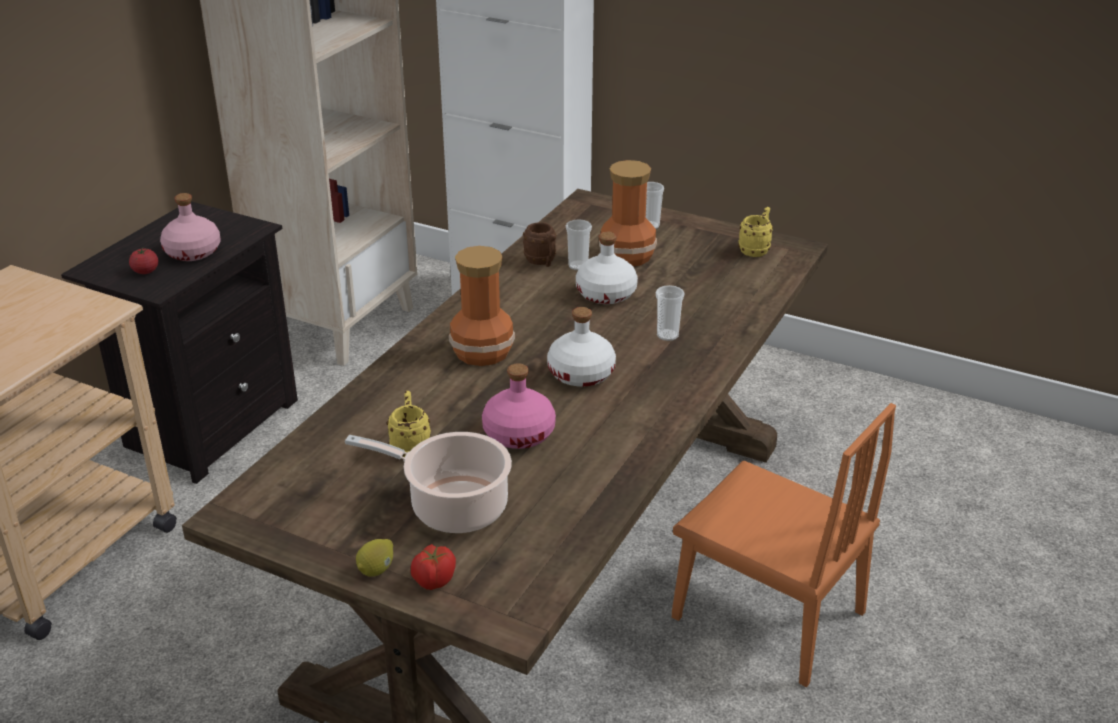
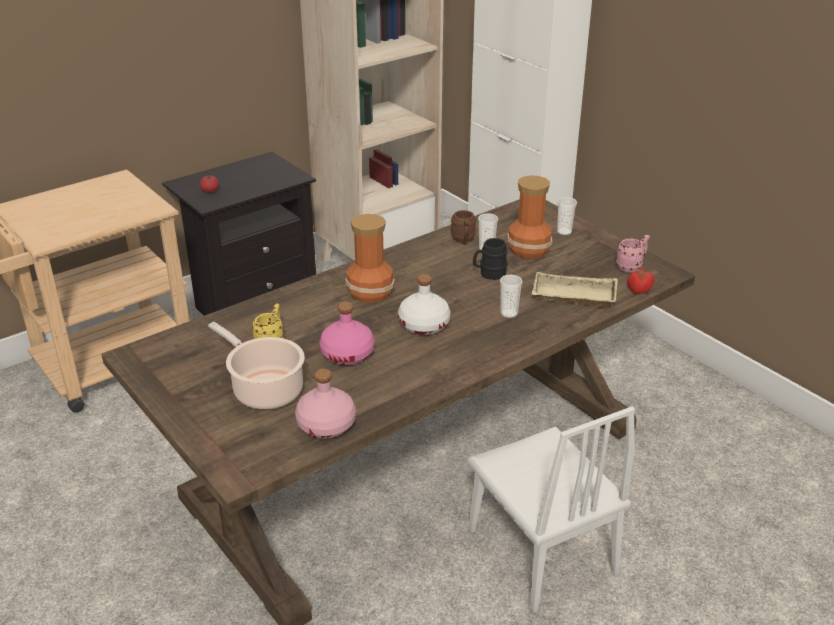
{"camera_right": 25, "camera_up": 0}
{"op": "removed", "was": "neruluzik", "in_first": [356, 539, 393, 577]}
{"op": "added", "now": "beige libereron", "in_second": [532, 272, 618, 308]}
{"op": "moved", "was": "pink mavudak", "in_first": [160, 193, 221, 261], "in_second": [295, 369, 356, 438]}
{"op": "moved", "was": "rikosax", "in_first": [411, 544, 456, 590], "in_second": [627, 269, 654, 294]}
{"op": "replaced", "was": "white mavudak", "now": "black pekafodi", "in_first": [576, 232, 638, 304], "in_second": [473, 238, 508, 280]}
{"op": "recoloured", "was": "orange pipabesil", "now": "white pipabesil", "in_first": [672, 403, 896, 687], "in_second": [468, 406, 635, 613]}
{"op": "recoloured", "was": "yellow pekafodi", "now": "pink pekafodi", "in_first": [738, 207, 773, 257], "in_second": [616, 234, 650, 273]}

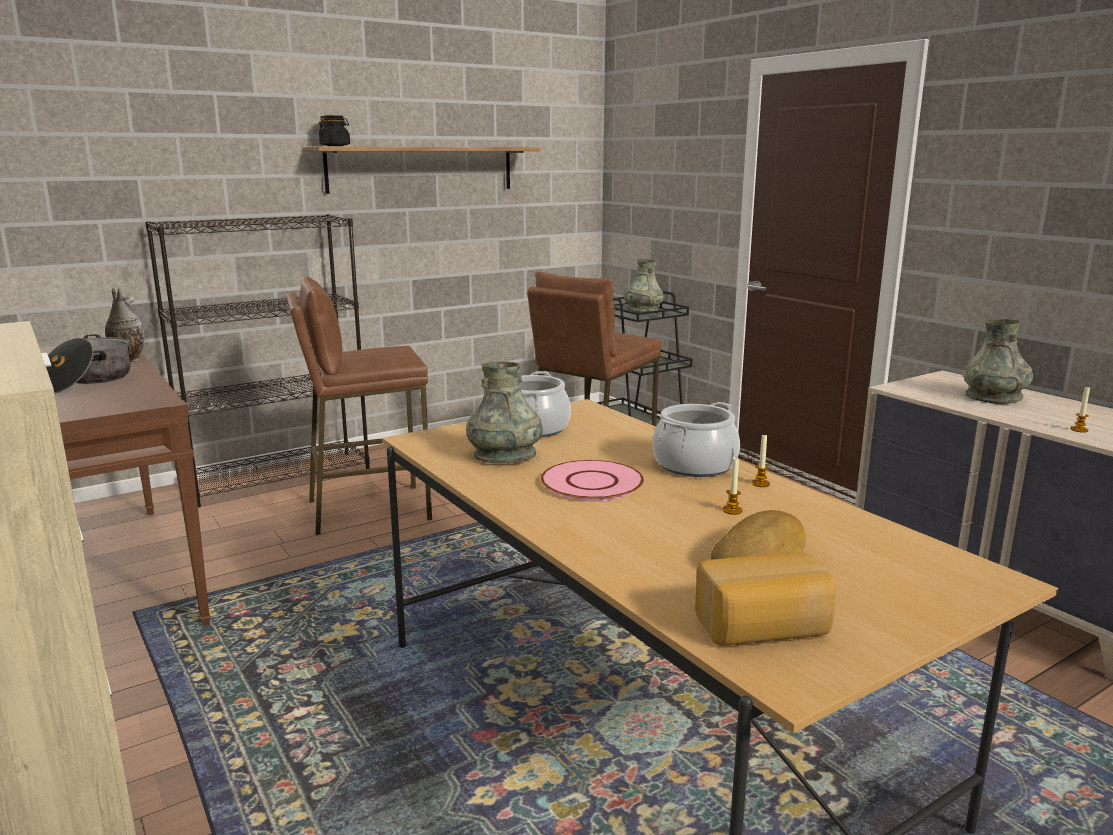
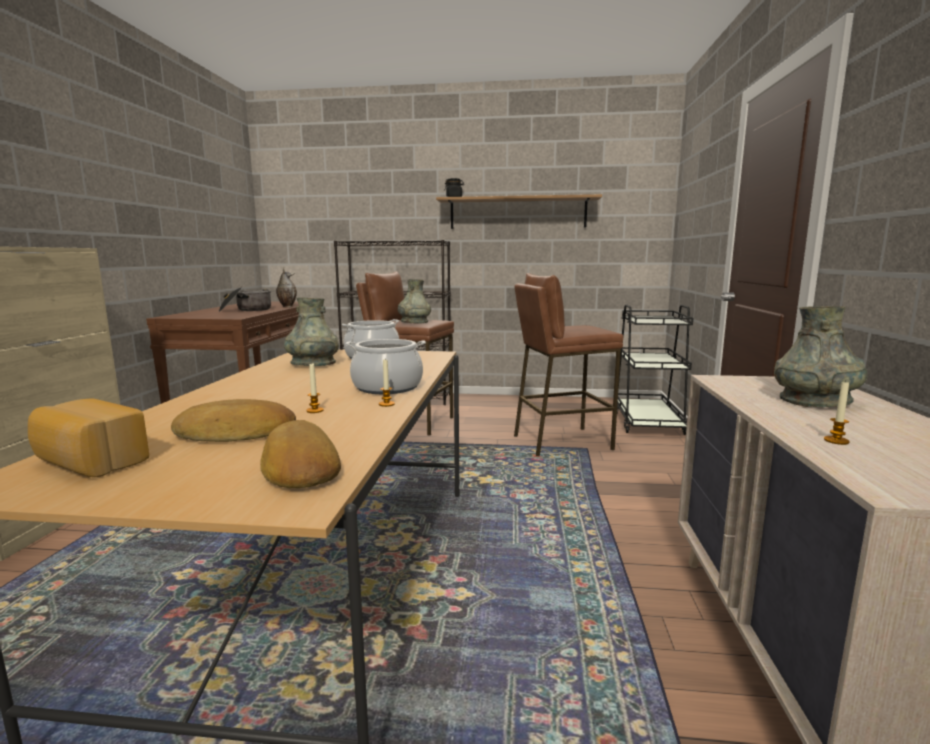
{"camera_right": 40, "camera_up": -5}
{"op": "removed", "was": "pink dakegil", "in_first": [541, 460, 644, 501]}
{"op": "added", "now": "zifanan", "in_second": [260, 420, 341, 488]}
{"op": "moved", "was": "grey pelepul", "in_first": [623, 259, 664, 313], "in_second": [398, 279, 431, 323]}

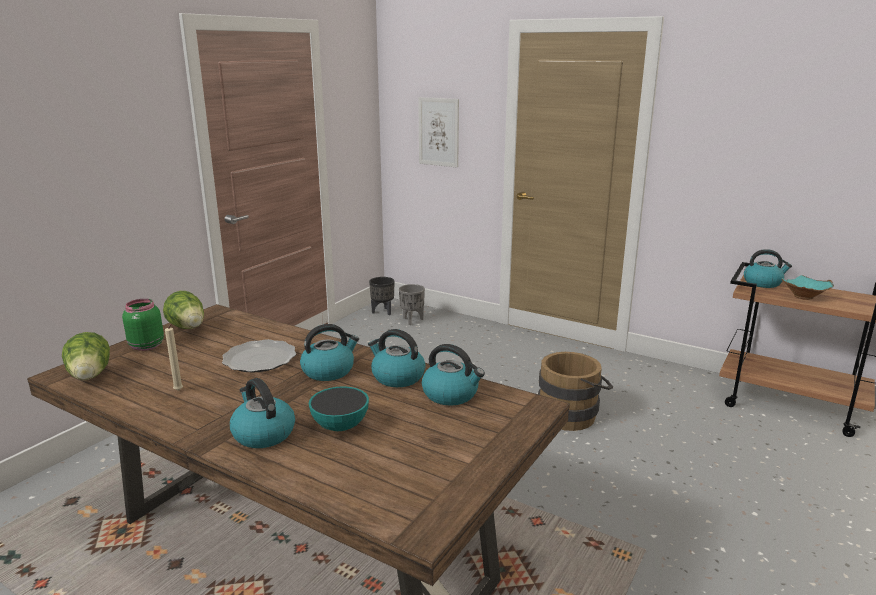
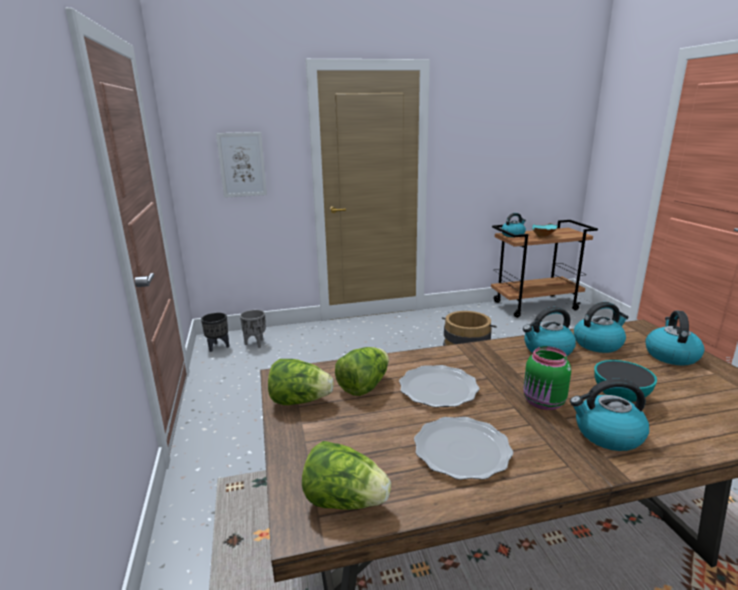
{"camera_right": -45, "camera_up": 0}
{"op": "added", "now": "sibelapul", "in_second": [335, 347, 389, 396]}
{"op": "moved", "was": "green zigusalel", "in_first": [122, 299, 164, 351], "in_second": [523, 346, 571, 410]}
{"op": "moved", "was": "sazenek", "in_first": [300, 324, 359, 381], "in_second": [645, 311, 705, 366]}
{"op": "replaced", "was": "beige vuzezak", "now": "dakegil", "in_first": [165, 324, 183, 391], "in_second": [414, 417, 513, 480]}

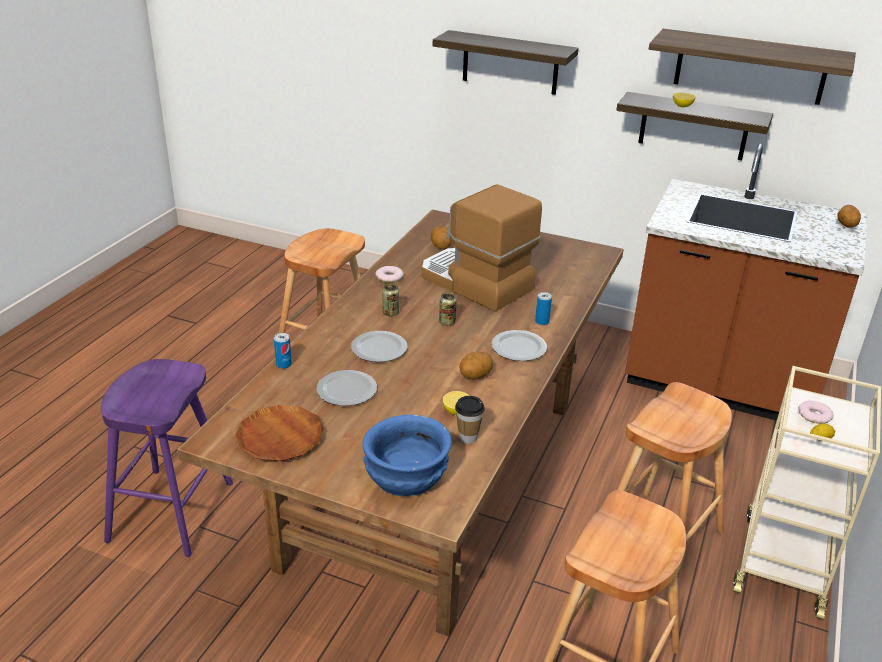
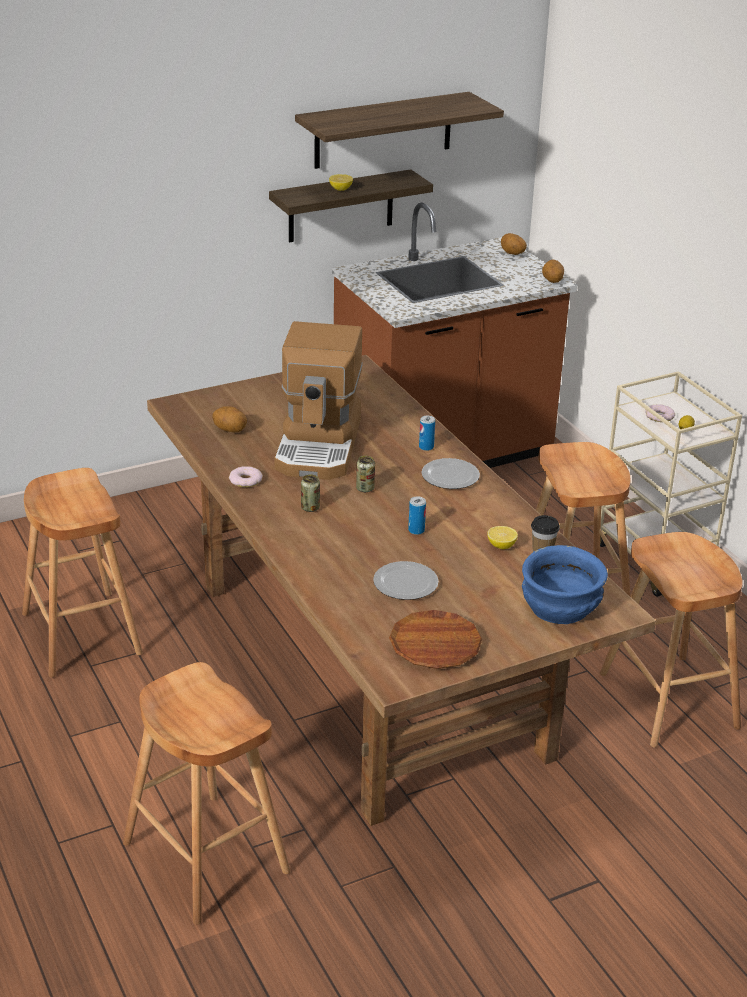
{"camera_right": -50, "camera_up": 0}
{"op": "removed", "was": "dakegil", "in_first": [351, 331, 407, 362]}
{"op": "removed", "was": "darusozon", "in_first": [433, 30, 579, 95]}
{"op": "moved", "was": "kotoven", "in_first": [274, 333, 292, 369], "in_second": [408, 496, 426, 535]}
{"op": "moved", "was": "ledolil", "in_first": [460, 352, 493, 380], "in_second": [542, 260, 564, 283]}
{"op": "recoloured", "was": "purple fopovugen", "now": "brown fopovugen", "in_first": [101, 359, 233, 557], "in_second": [123, 662, 290, 925]}
{"op": "turned", "was": "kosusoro", "in_first": [421, 184, 542, 312], "in_second": [274, 321, 363, 480], "clockwise": -75}

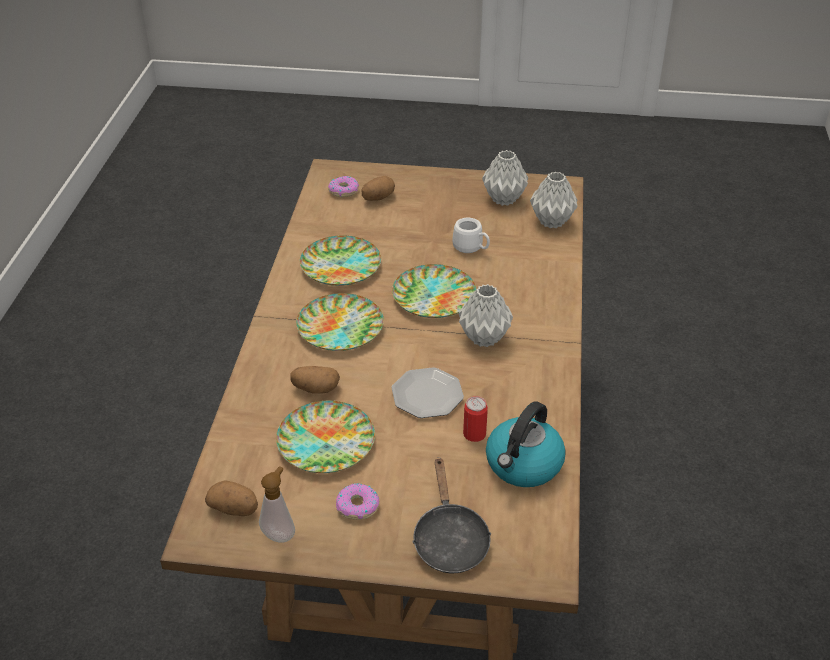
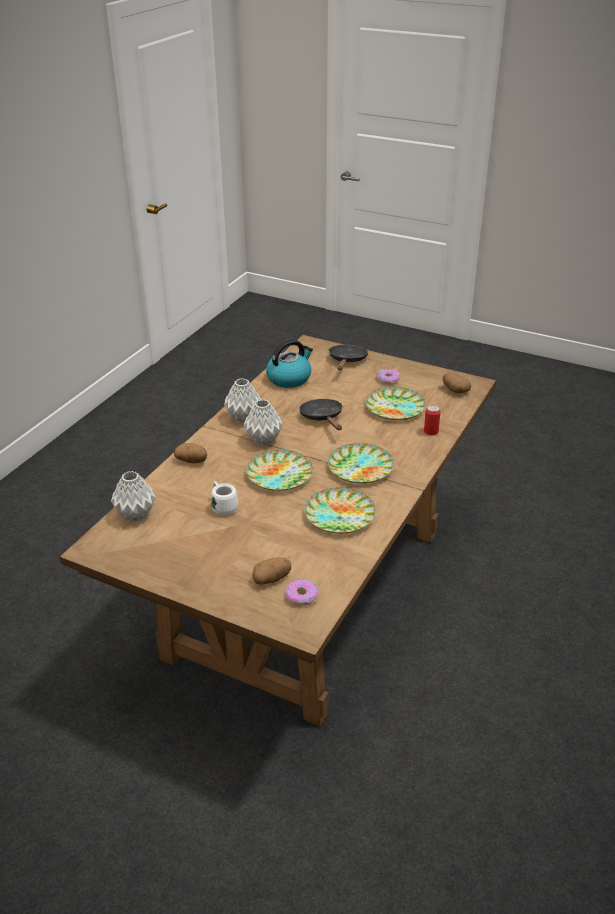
{"camera_right": -160, "camera_up": -5}
{"op": "removed", "was": "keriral", "in_first": [259, 466, 295, 543]}
{"op": "moved", "was": "ledolil", "in_first": [290, 366, 340, 393], "in_second": [174, 443, 207, 463]}
{"op": "moved", "was": "kotoven", "in_first": [463, 396, 488, 442], "in_second": [424, 405, 440, 435]}
{"op": "moved", "was": "grey pelepul", "in_first": [482, 150, 528, 206], "in_second": [224, 378, 261, 423]}
{"op": "replaced", "was": "dakegil", "now": "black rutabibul", "in_first": [391, 367, 464, 418], "in_second": [299, 399, 342, 430]}

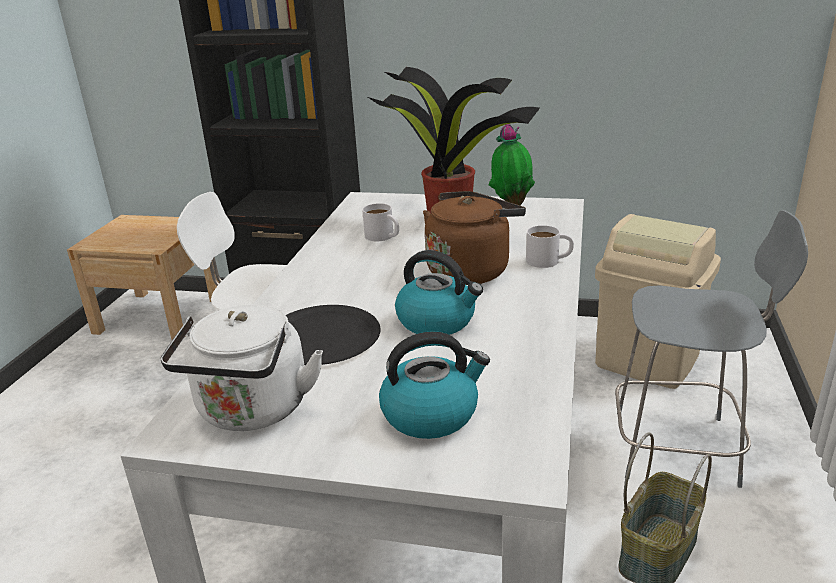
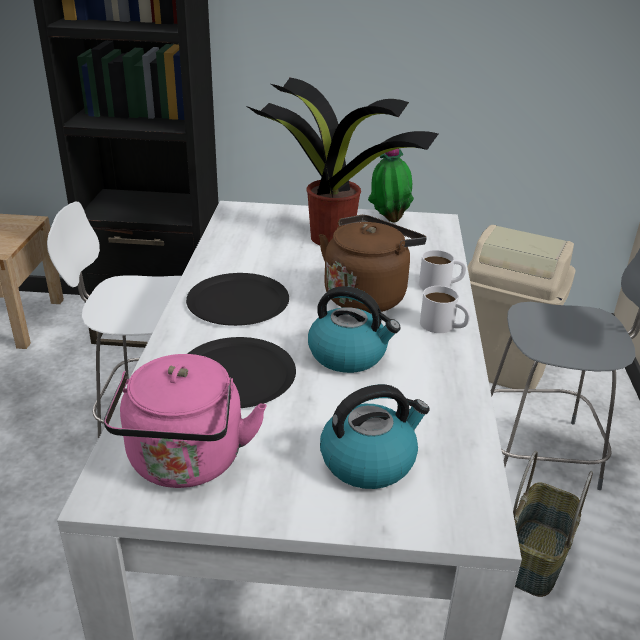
{"camera_right": -10, "camera_up": 5}
{"op": "added", "now": "black dakegil", "in_second": [186, 273, 289, 326]}
{"op": "moved", "was": "white pekafodi", "in_first": [362, 203, 399, 241], "in_second": [420, 286, 470, 333]}
{"op": "recoloured", "was": "white sazenek", "now": "pink sazenek", "in_first": [161, 305, 323, 431], "in_second": [104, 354, 267, 488]}

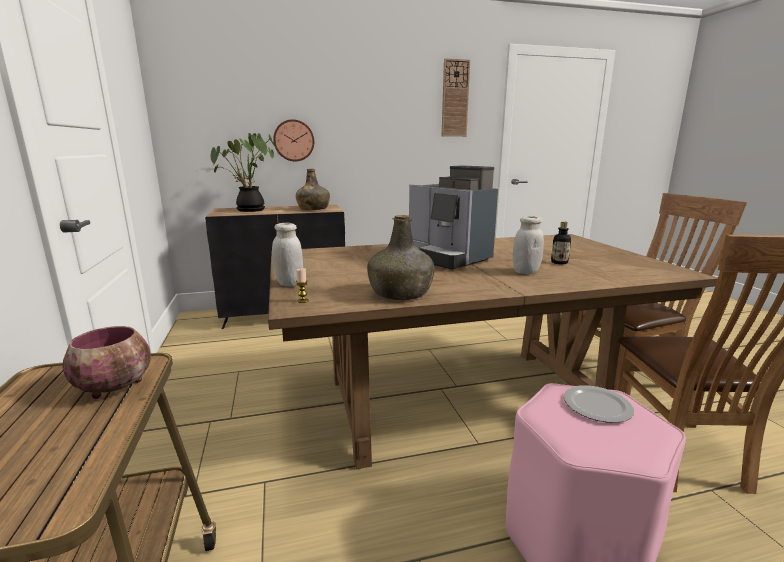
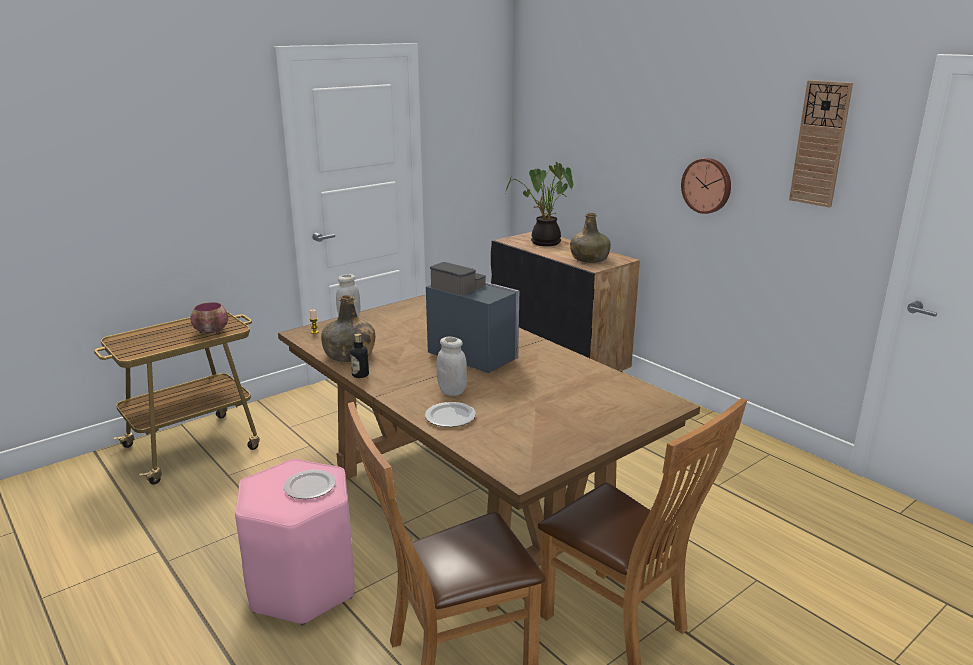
{"camera_right": 65, "camera_up": 5}
{"op": "added", "now": "dakegil", "in_second": [425, 402, 476, 427]}
{"op": "moved", "was": "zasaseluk", "in_first": [273, 119, 314, 161], "in_second": [681, 158, 731, 214]}
{"op": "moved", "was": "mavudak", "in_first": [551, 221, 571, 264], "in_second": [350, 333, 369, 378]}
{"op": "turned", "was": "kosusoro", "in_first": [409, 165, 498, 270], "in_second": [426, 262, 519, 373], "clockwise": 105}

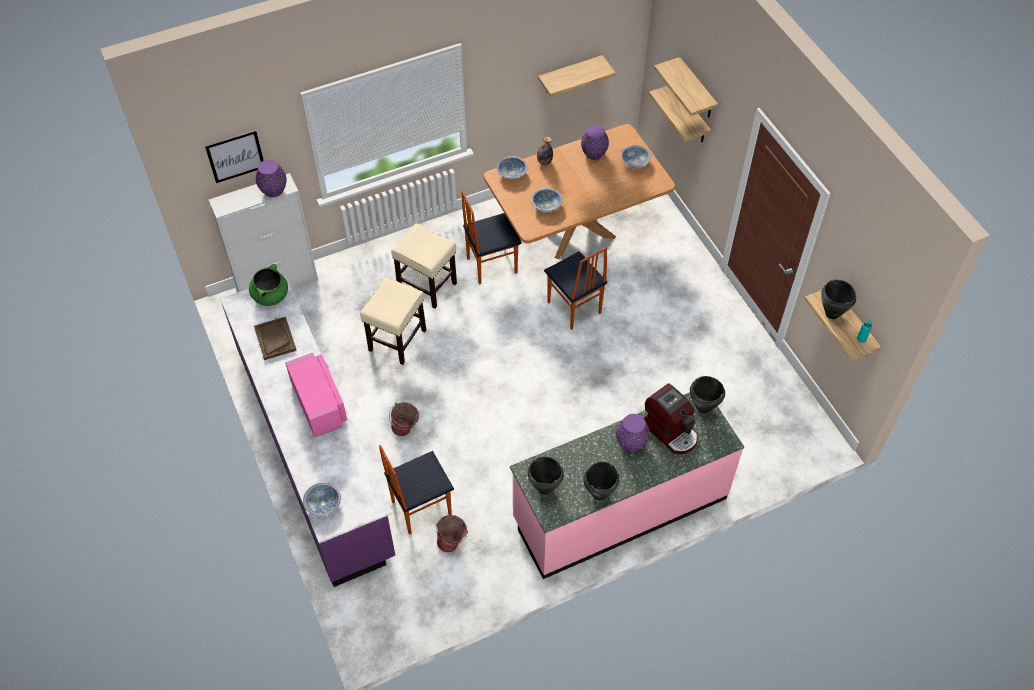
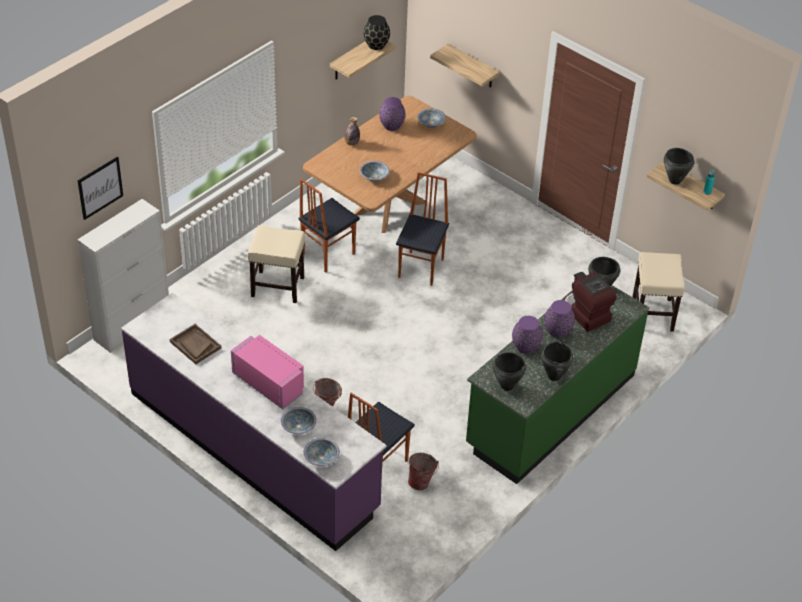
{"camera_right": -25, "camera_up": -10}
{"op": "removed", "was": "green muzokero", "in_first": [249, 264, 288, 306]}
{"op": "removed", "was": "darusozon", "in_first": [654, 57, 718, 117]}
{"op": "added", "now": "black pelepul", "in_second": [364, 15, 390, 50]}
{"op": "moved", "was": "purple pelepul", "in_first": [256, 160, 287, 197], "in_second": [512, 316, 543, 354]}
{"op": "moved", "was": "beige fopovugen", "in_first": [360, 277, 426, 365], "in_second": [632, 252, 685, 332]}
{"op": "moved", "was": "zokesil", "in_first": [497, 156, 528, 179], "in_second": [281, 407, 317, 434]}
{"op": "recoloured", "was": "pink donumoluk", "now": "green donumoluk", "in_first": [510, 392, 744, 579], "in_second": [466, 285, 649, 484]}
{"op": "turned", "was": "pipabesil", "in_first": [544, 247, 607, 330], "in_second": [396, 172, 449, 286], "clockwise": -105}
{"op": "turned", "was": "kosusoro", "in_first": [644, 383, 698, 454], "in_second": [564, 272, 616, 332], "clockwise": -150}

